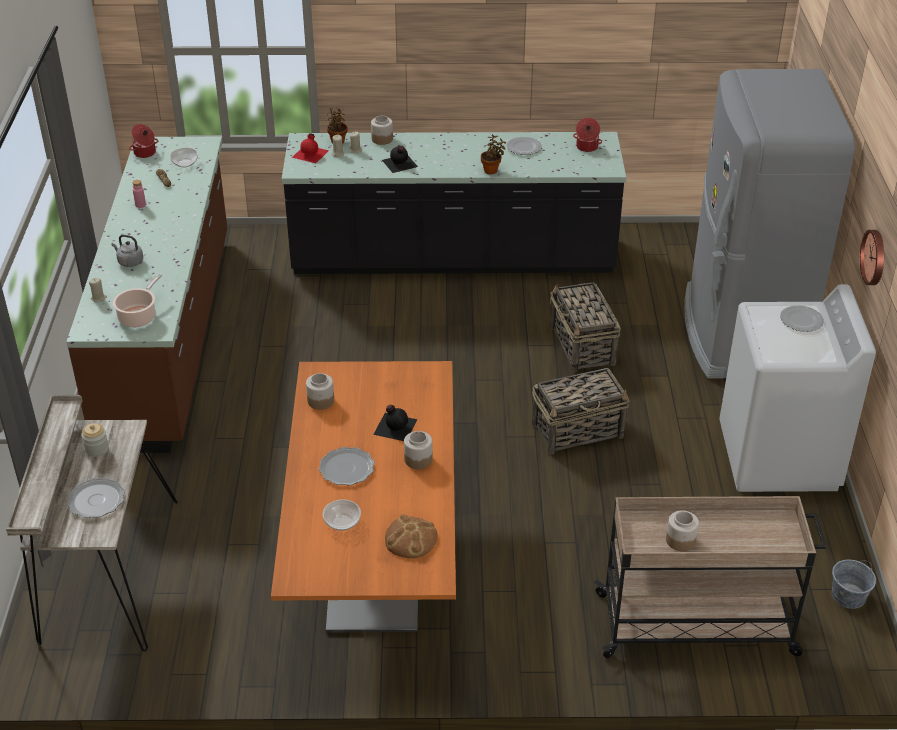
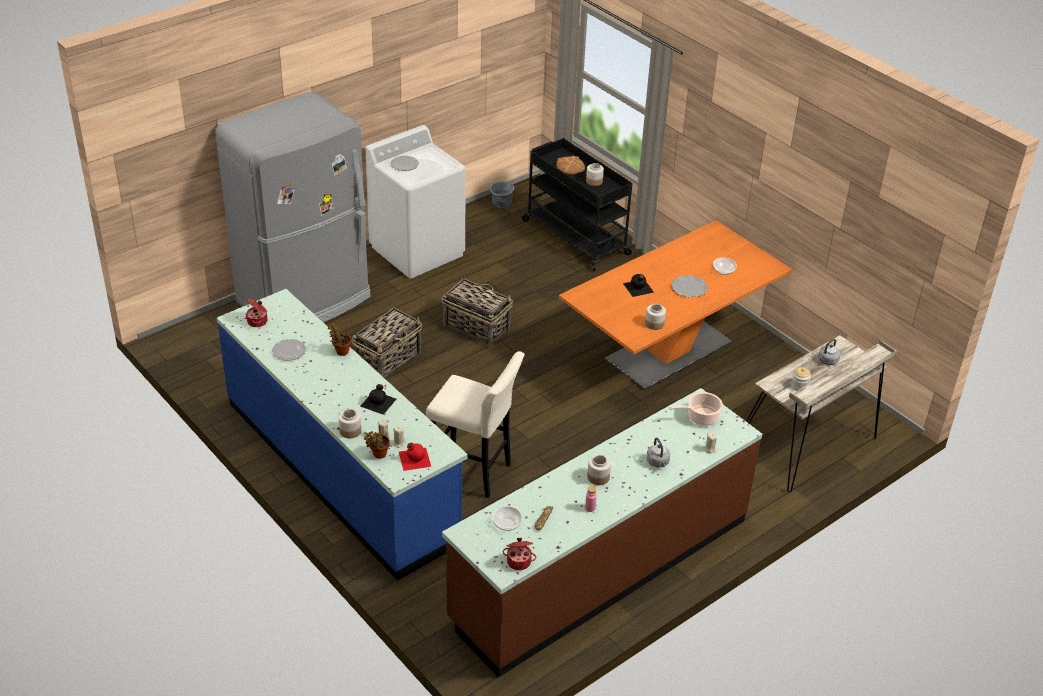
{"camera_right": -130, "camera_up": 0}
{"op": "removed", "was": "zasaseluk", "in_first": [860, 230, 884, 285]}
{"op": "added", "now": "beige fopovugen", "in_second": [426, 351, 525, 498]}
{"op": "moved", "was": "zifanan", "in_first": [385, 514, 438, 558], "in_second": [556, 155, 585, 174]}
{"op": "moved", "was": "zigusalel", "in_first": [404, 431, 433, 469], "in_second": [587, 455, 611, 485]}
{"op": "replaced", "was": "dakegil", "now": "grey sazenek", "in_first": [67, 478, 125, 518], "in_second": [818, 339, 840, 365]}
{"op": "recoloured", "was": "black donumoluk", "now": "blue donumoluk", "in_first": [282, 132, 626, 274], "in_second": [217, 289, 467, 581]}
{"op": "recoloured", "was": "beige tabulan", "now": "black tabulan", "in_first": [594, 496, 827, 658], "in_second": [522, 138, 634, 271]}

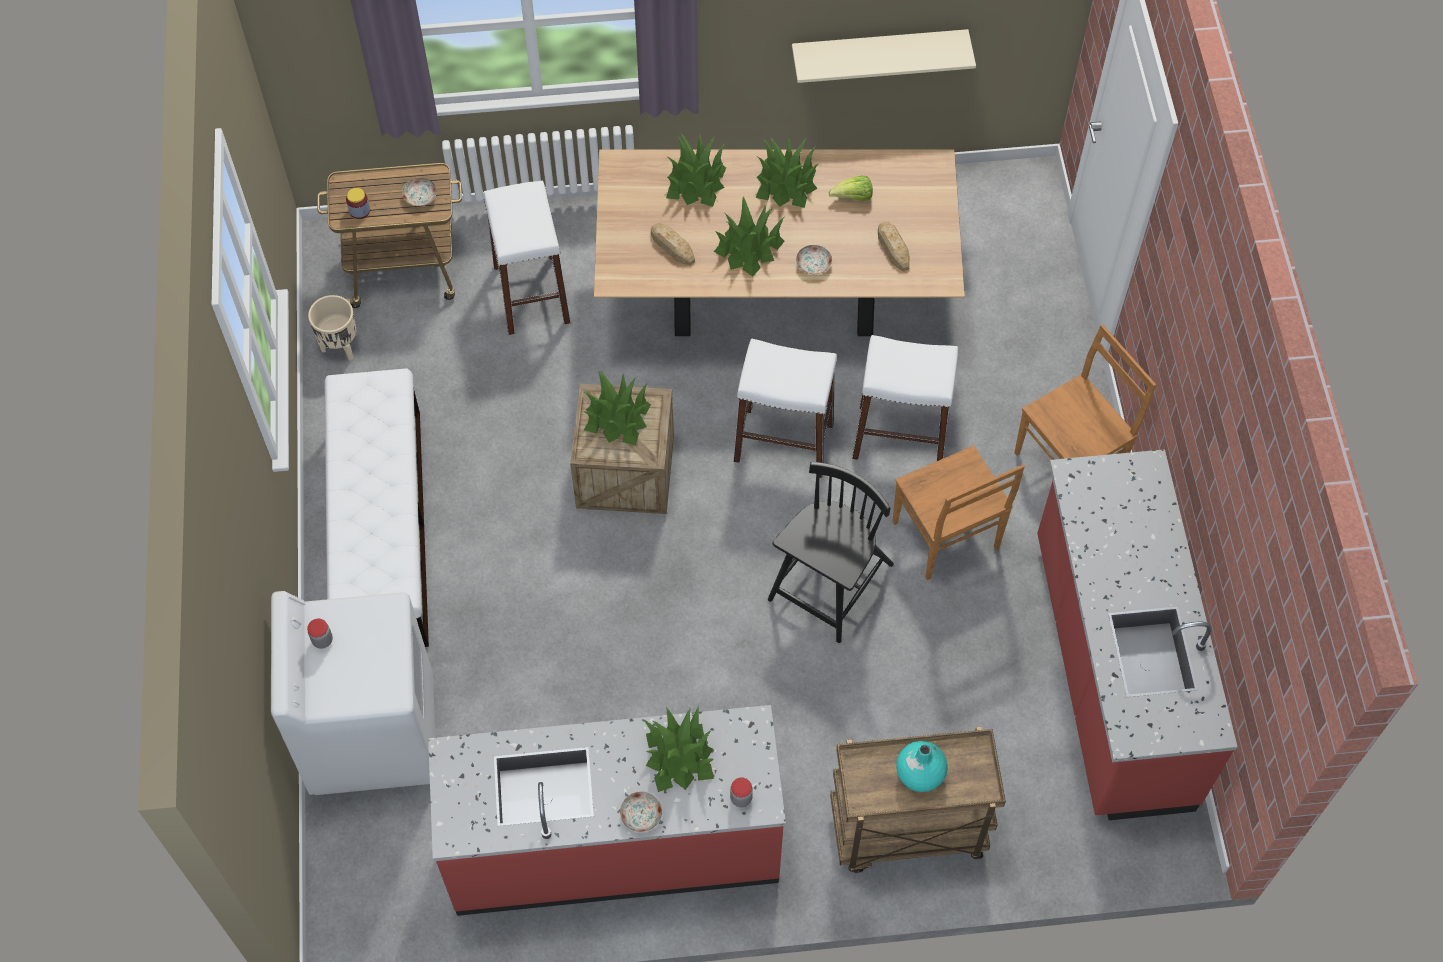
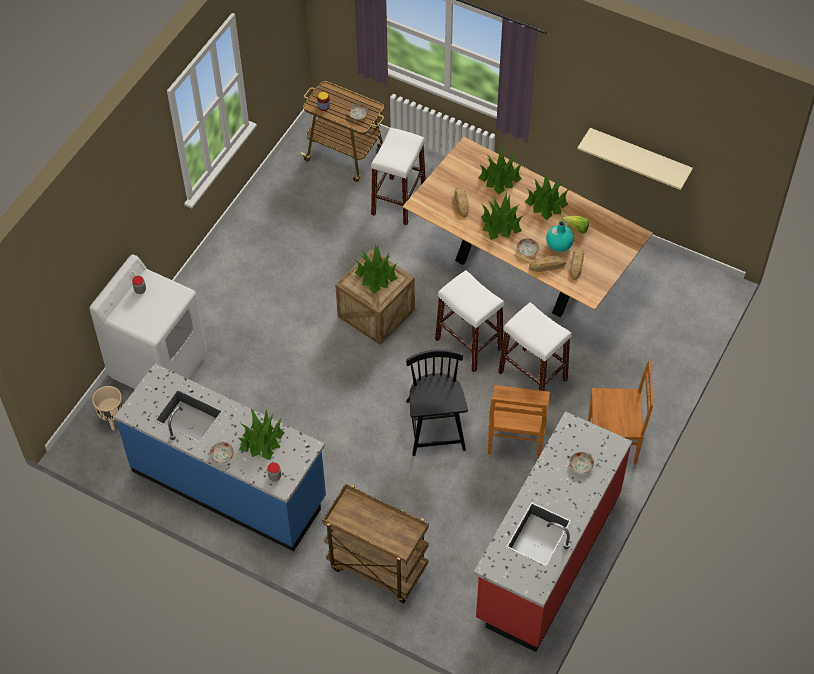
{"camera_right": 35, "camera_up": -5}
{"op": "removed", "was": "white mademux", "in_first": [325, 368, 429, 647]}
{"op": "added", "now": "zifanan", "in_second": [529, 256, 566, 272]}
{"op": "added", "now": "dakegil", "in_second": [569, 452, 594, 474]}
{"op": "moved", "was": "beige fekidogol", "in_first": [308, 295, 357, 361], "in_second": [92, 386, 123, 430]}
{"op": "moved", "was": "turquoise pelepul", "in_first": [896, 741, 948, 792], "in_second": [546, 221, 574, 252]}
{"op": "recoloured", "was": "red donumoluk", "now": "blue donumoluk", "in_first": [428, 705, 786, 916], "in_second": [114, 363, 326, 552]}
{"op": "turned", "was": "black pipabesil", "in_first": [768, 462, 894, 643], "in_second": [406, 349, 468, 456], "clockwise": -75}

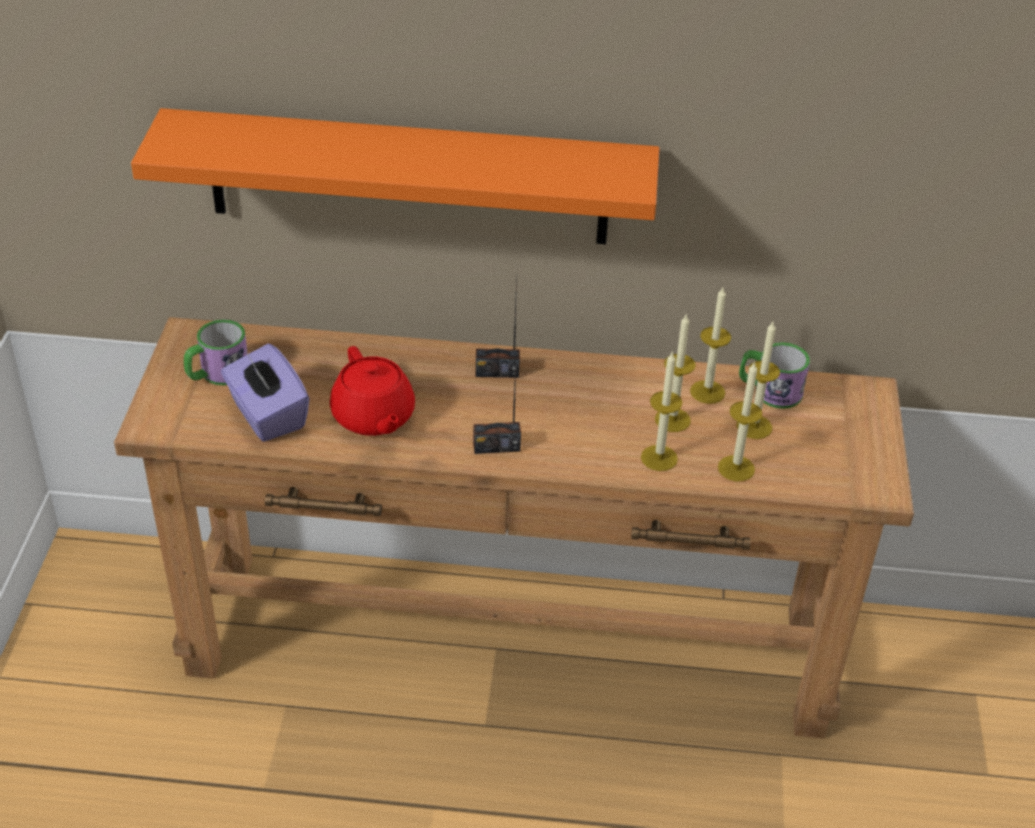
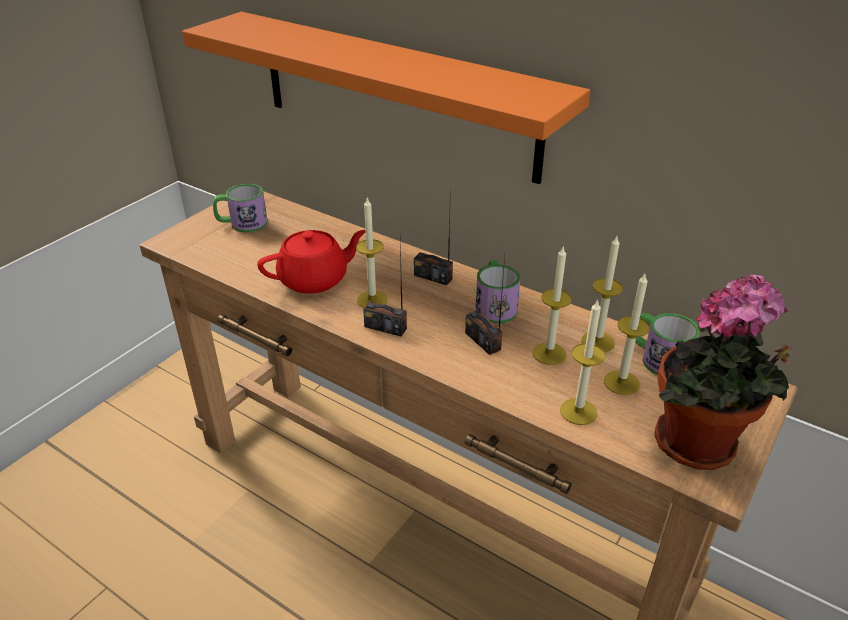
{"camera_right": 30, "camera_up": -5}
{"op": "removed", "was": "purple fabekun", "in_first": [221, 344, 310, 442]}
{"op": "added", "now": "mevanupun", "in_second": [465, 257, 505, 355]}
{"op": "added", "now": "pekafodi", "in_second": [475, 260, 520, 323]}
{"op": "added", "now": "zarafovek", "in_second": [654, 274, 793, 470]}
{"op": "moved", "was": "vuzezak", "in_first": [641, 351, 682, 471], "in_second": [356, 197, 388, 308]}
{"op": "turned", "was": "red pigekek", "in_first": [330, 346, 415, 436], "in_second": [257, 230, 366, 294], "clockwise": -120}

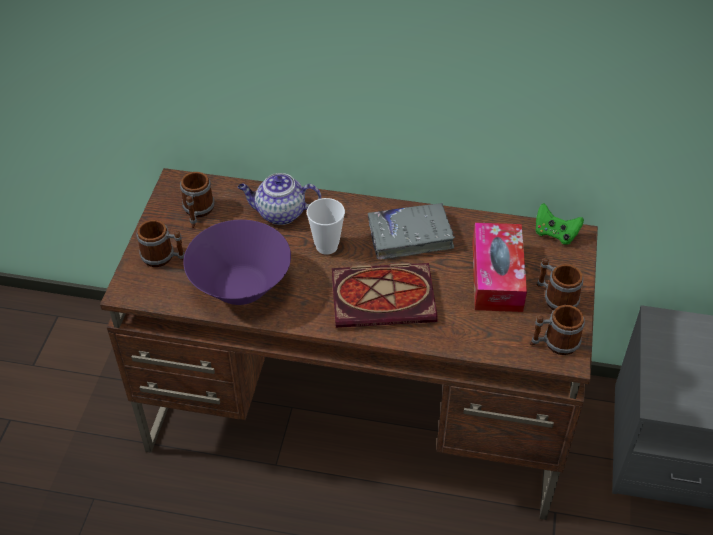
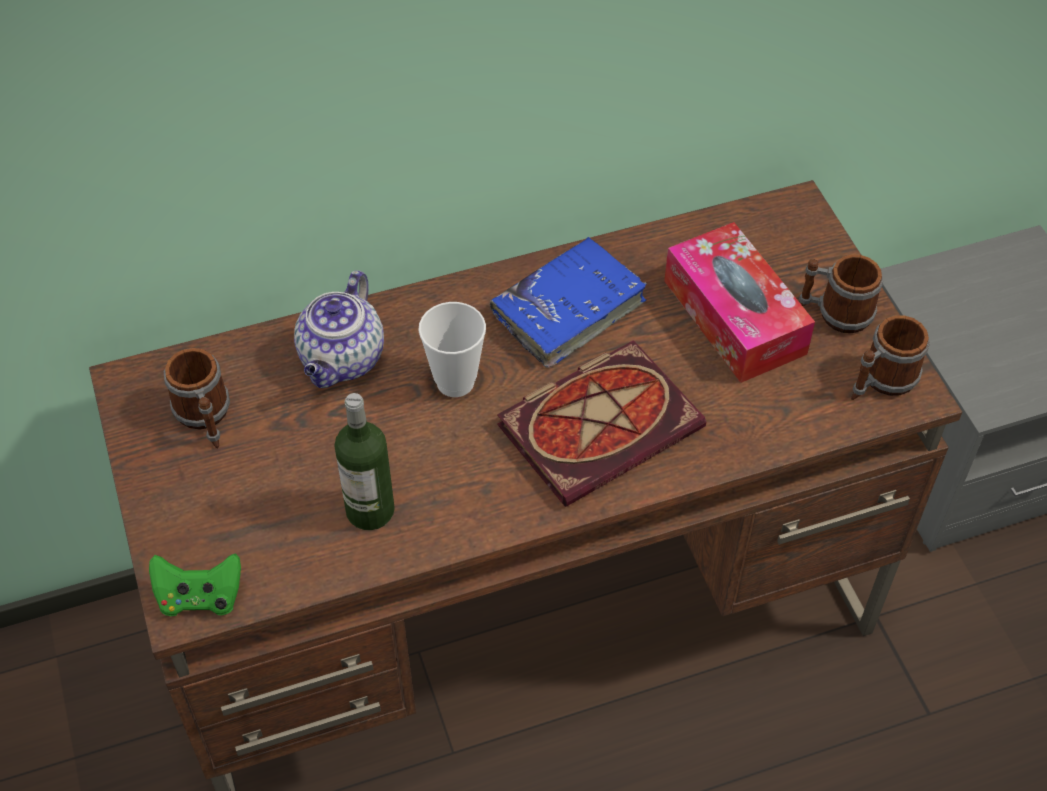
{"camera_right": -30, "camera_up": 5}
{"op": "removed", "was": "pekafodi", "in_first": [136, 220, 185, 267]}
{"op": "moved", "was": "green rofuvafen", "in_first": [535, 203, 584, 245], "in_second": [149, 553, 241, 616]}
{"op": "replaced", "was": "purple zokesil", "now": "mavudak", "in_first": [183, 220, 291, 305], "in_second": [334, 393, 395, 530]}
{"op": "recoloured", "was": "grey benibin", "now": "blue benibin", "in_first": [368, 203, 455, 260], "in_second": [490, 236, 647, 368]}
{"op": "turned", "was": "pigekek", "in_first": [238, 173, 321, 225], "in_second": [294, 271, 384, 388], "clockwise": -45}

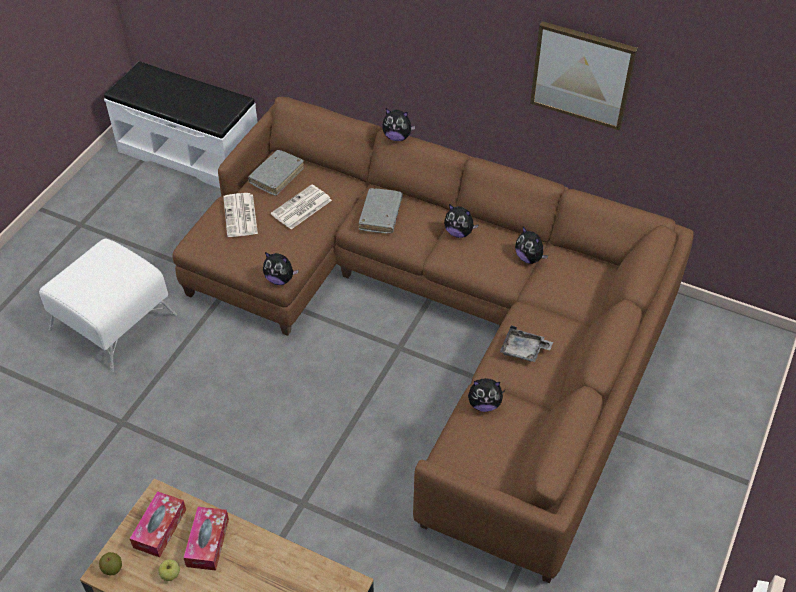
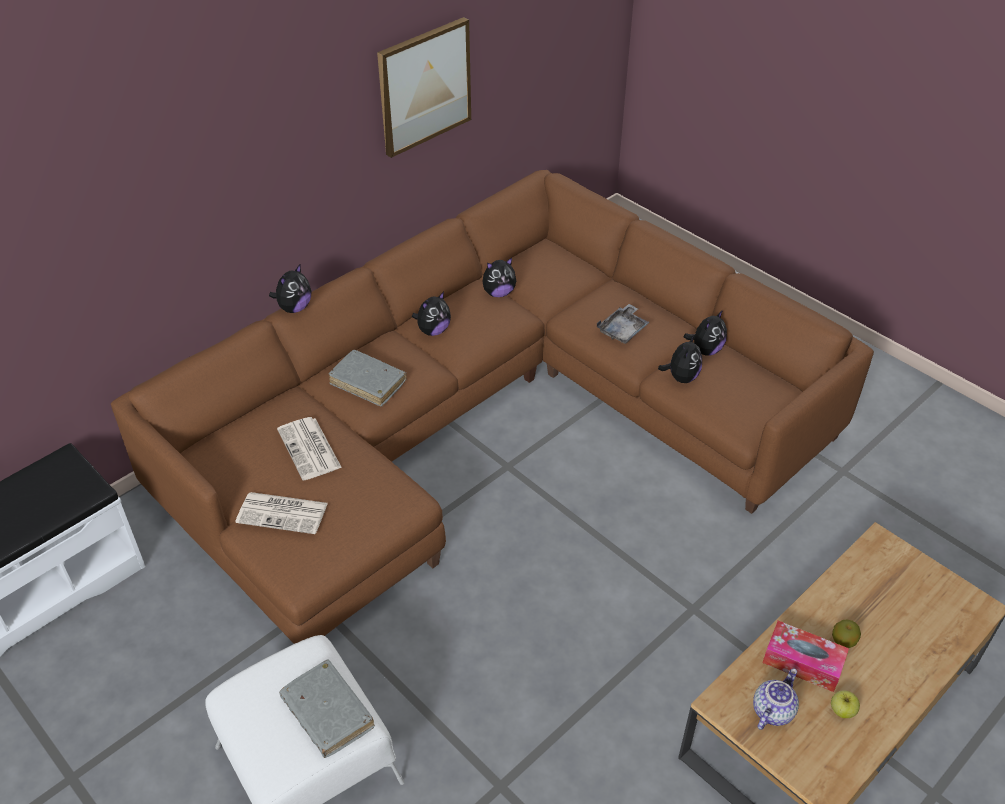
{"camera_right": -70, "camera_up": -5}
{"op": "moved", "was": "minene", "in_first": [99, 552, 122, 575], "in_second": [832, 620, 861, 648]}
{"op": "moved", "was": "grey benibin", "in_first": [248, 150, 304, 196], "in_second": [279, 660, 375, 758]}
{"op": "moved", "was": "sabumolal", "in_first": [263, 252, 299, 285], "in_second": [684, 310, 727, 356]}
{"op": "replaced", "was": "fabekun", "now": "pigekek", "in_first": [130, 491, 186, 557], "in_second": [753, 669, 799, 730]}

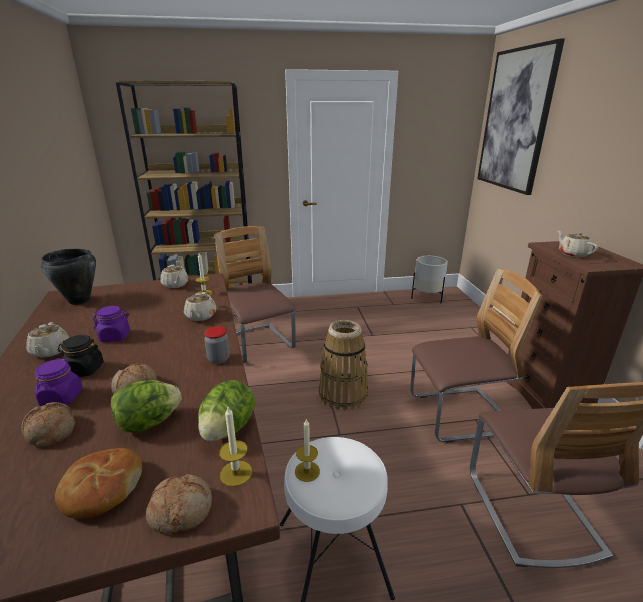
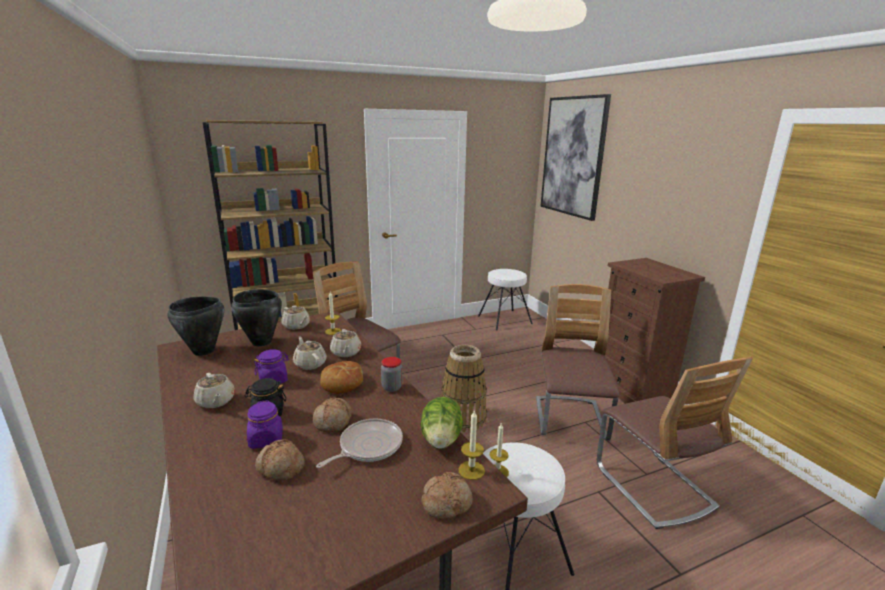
{"camera_right": -15, "camera_up": -5}
{"op": "added", "now": "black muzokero", "in_second": [231, 289, 282, 346]}
{"op": "moved", "was": "zifanan", "in_first": [55, 448, 142, 519], "in_second": [320, 361, 363, 394]}
{"op": "moved", "was": "beige pigekek", "in_first": [558, 231, 598, 257], "in_second": [293, 336, 327, 370]}
{"op": "replaced", "was": "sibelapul", "now": "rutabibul", "in_first": [111, 380, 182, 433], "in_second": [316, 418, 403, 468]}
{"op": "replaced", "was": "white fekidogol", "now": "white fopovugen", "in_first": [411, 256, 448, 303], "in_second": [478, 269, 533, 330]}
{"op": "turned", "was": "pipabesil", "in_first": [410, 268, 542, 443], "in_second": [536, 284, 619, 441], "clockwise": -60}

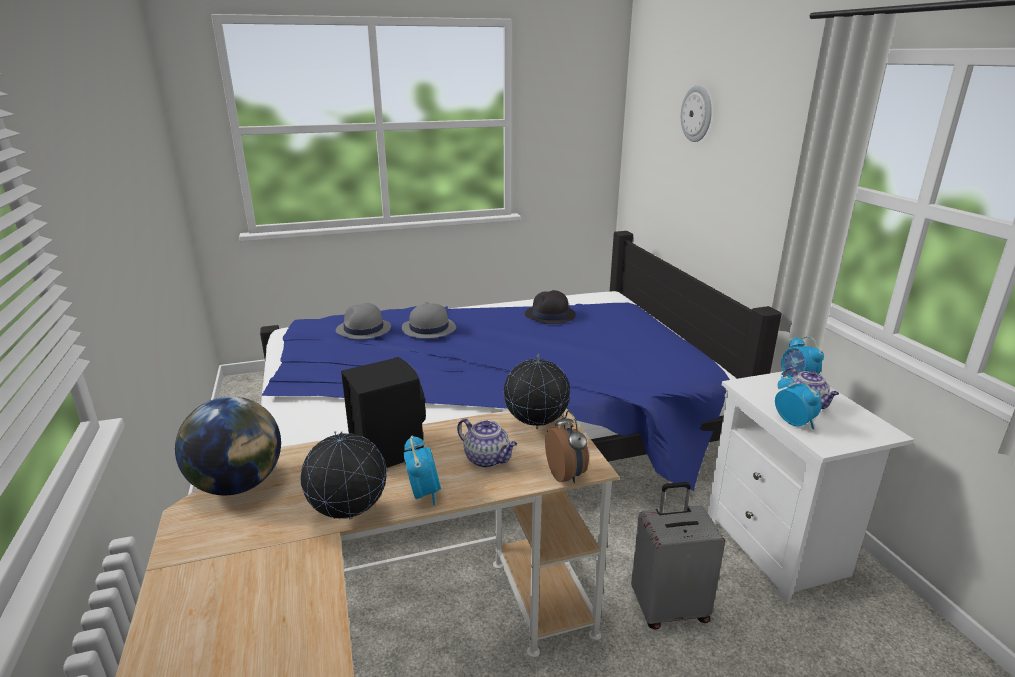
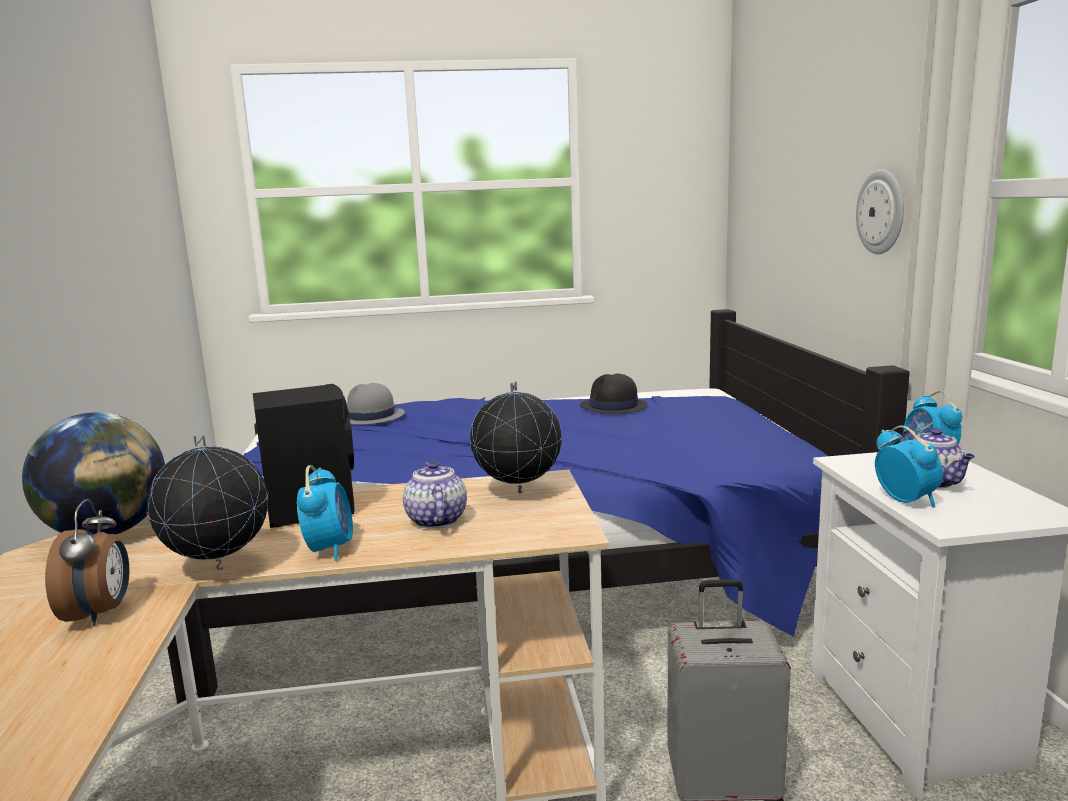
{"camera_right": 10, "camera_up": -10}
{"op": "removed", "was": "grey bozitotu", "in_first": [402, 302, 456, 338]}
{"op": "moved", "was": "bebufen", "in_first": [545, 411, 589, 483], "in_second": [45, 499, 129, 625]}
{"op": "moved", "was": "zasaseluk", "in_first": [681, 86, 712, 142], "in_second": [856, 170, 904, 254]}
{"op": "turned", "was": "pigekek", "in_first": [457, 419, 517, 468], "in_second": [403, 461, 467, 528], "clockwise": -150}

